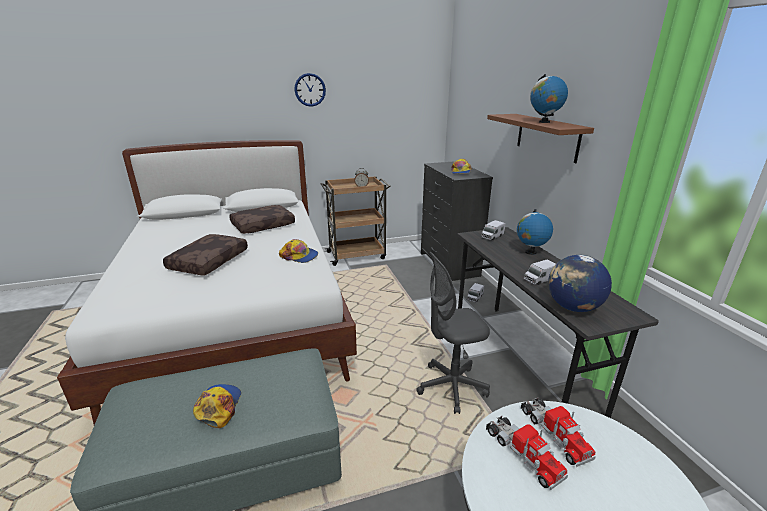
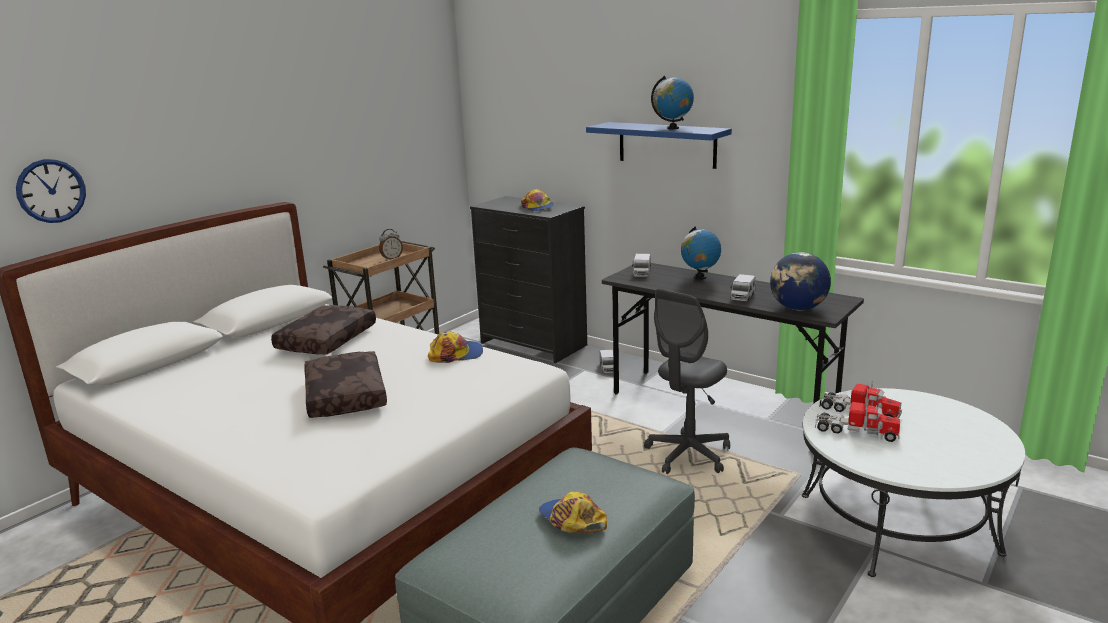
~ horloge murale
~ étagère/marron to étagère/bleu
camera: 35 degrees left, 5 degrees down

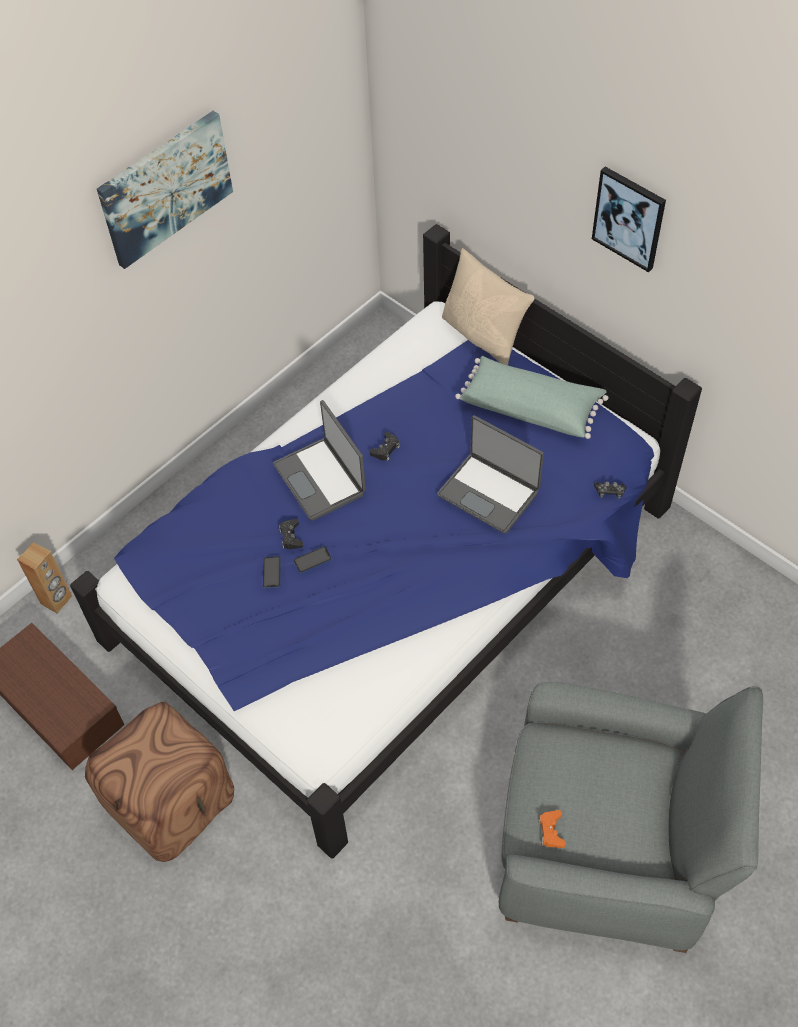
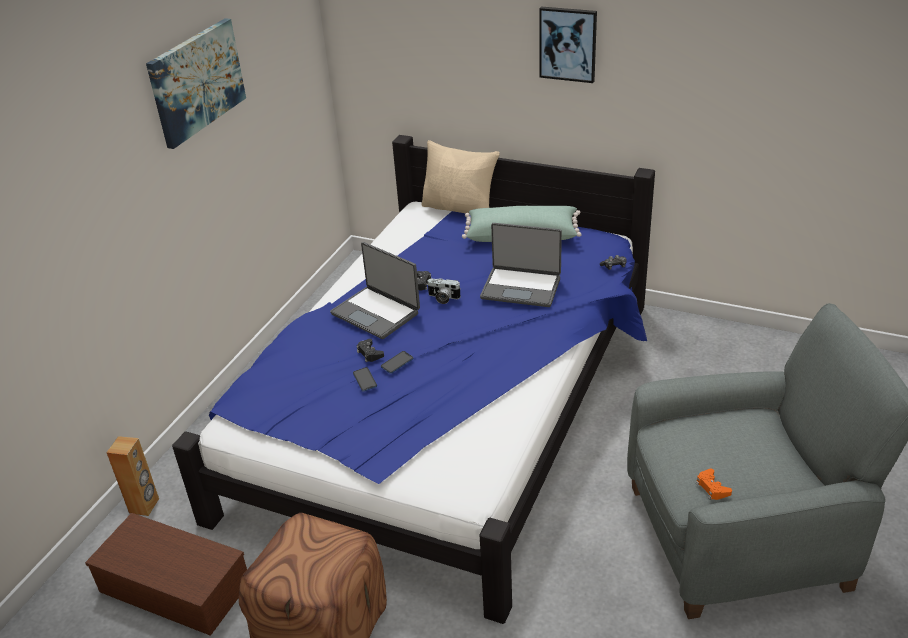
+ appareil photo
camera: 20 degrees left, 20 degrees down

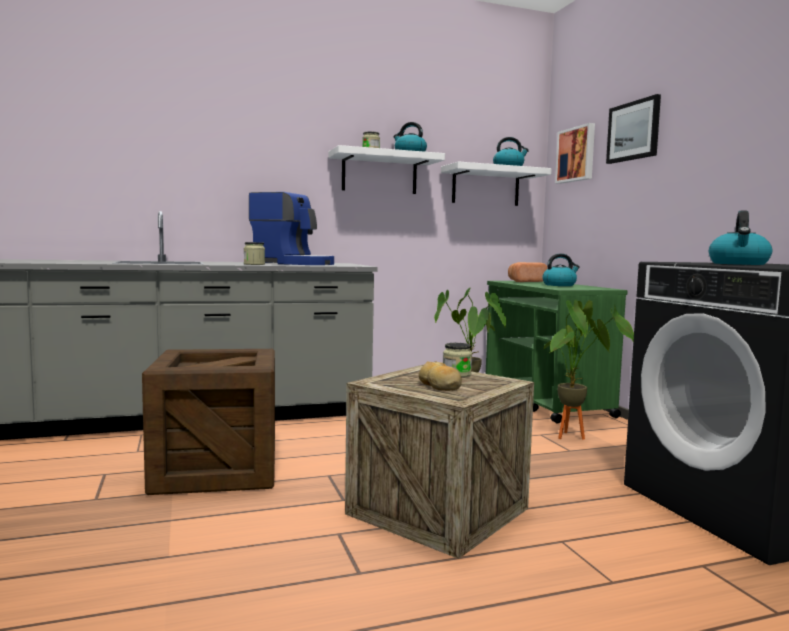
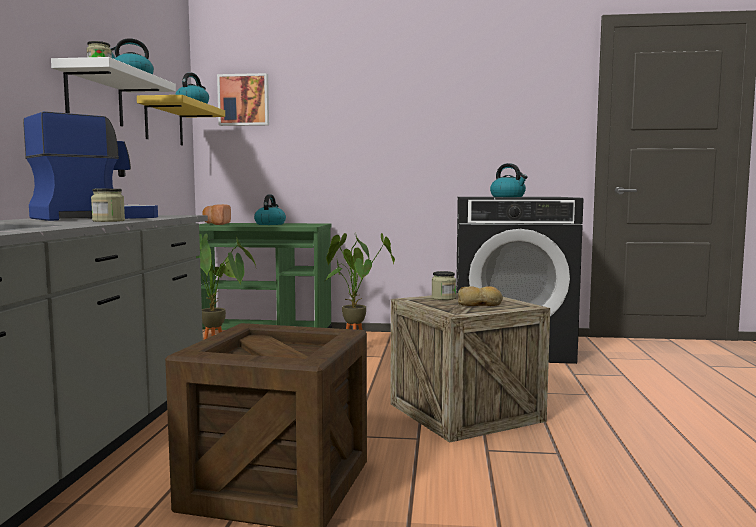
- tableau (no. 2 from left)
~ étagère/blanc (no. 2 from left) to étagère/jaune
camera: 65 degrees left, 0 degrees up

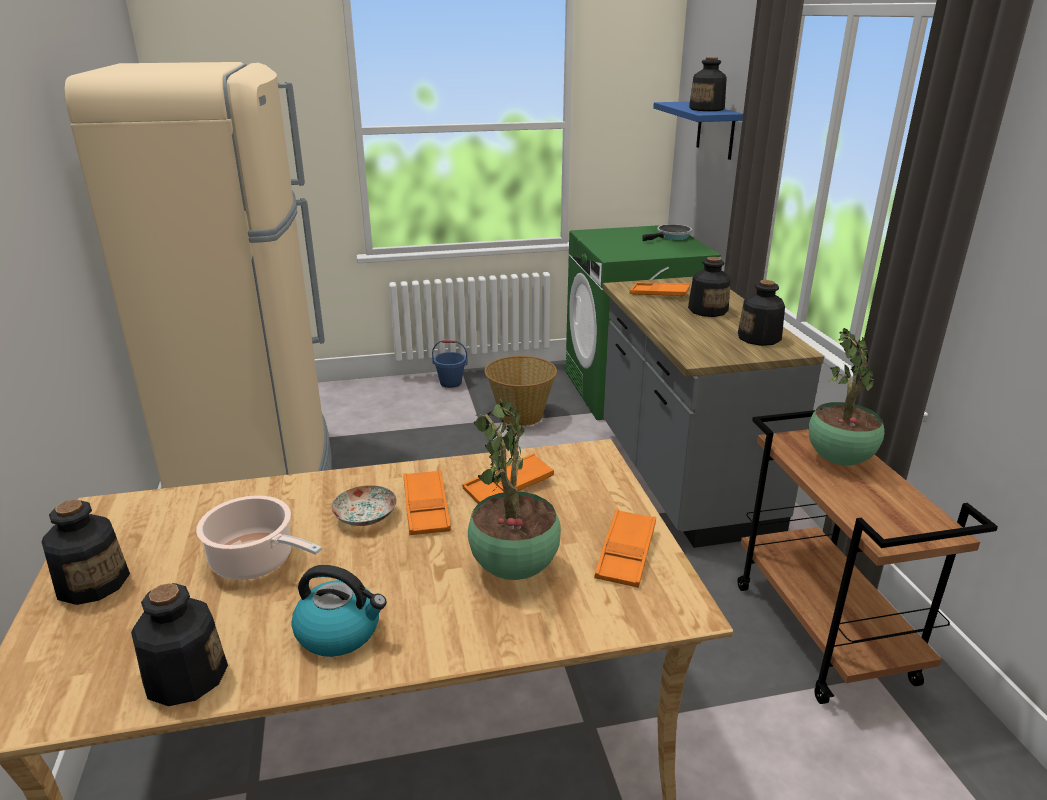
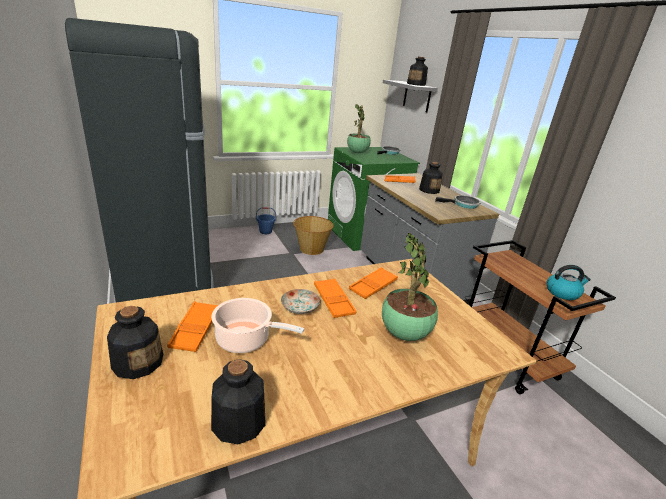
~ réfrigérateur/beige to réfrigérateur/noir
~ étagère/bleu to étagère/gris
~ bouteille (no. 5 from left) to poêle (no. 2 from left)
~ plante en pot (no. 2 from left in the first image) to plante en pot (no. 1 from left)
~ plateau/orange (no. 3 from left in the first image) to plateau/orange (no. 1 from left)
~ bouilloire
camera: 15 degrees left, 0 degrees up

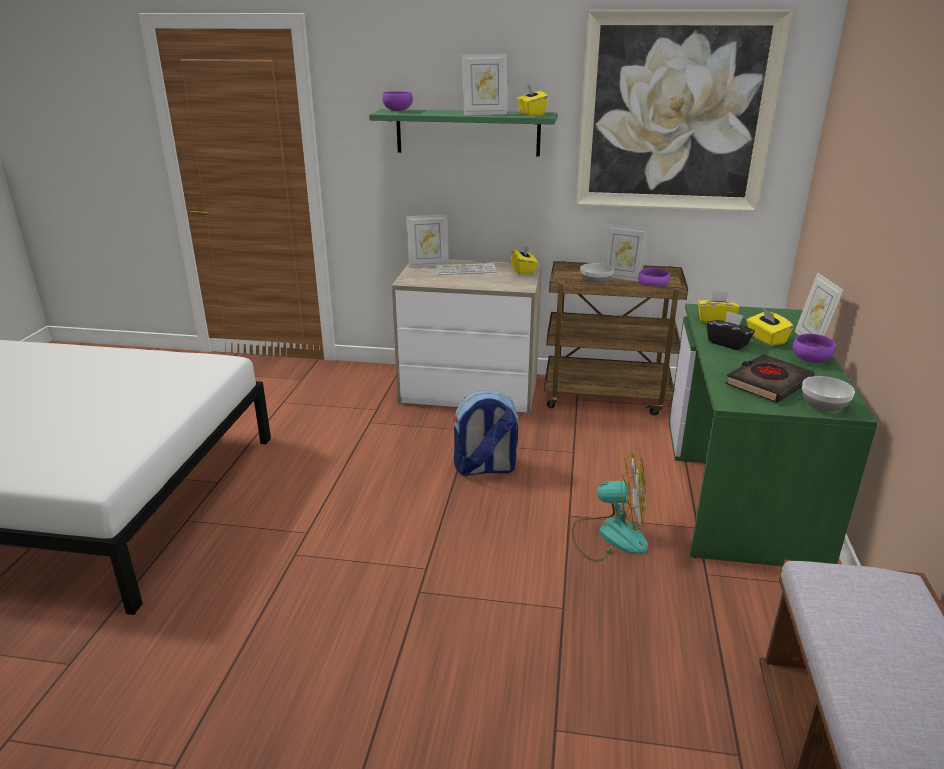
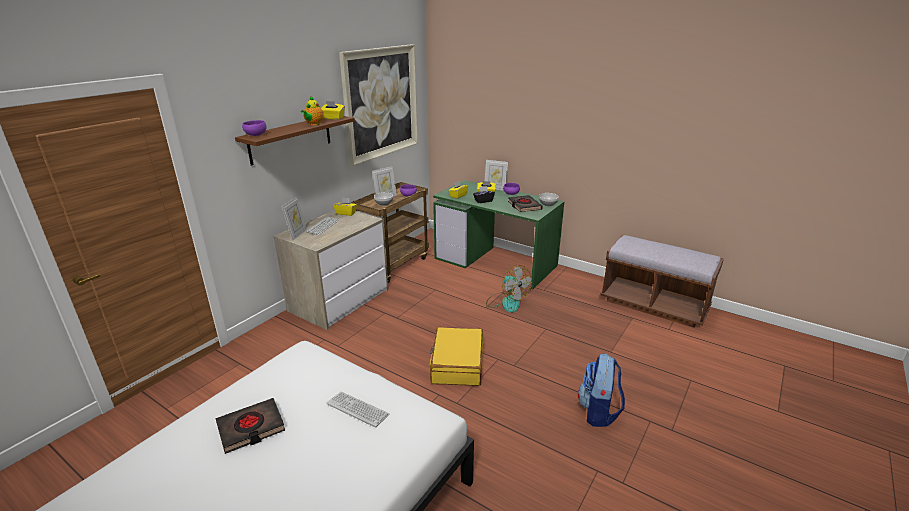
~ cadre photo (no. 2 from left) to théière
~ étagère/vert to étagère/marron
~ sac à dos
~ ventilateur 105 degrees clockwise
+ valise/jaune
+ clavier (no. 2 from left)
+ livre/noir (no. 1 from left)
camera: 65 degrees left, 0 degrees up

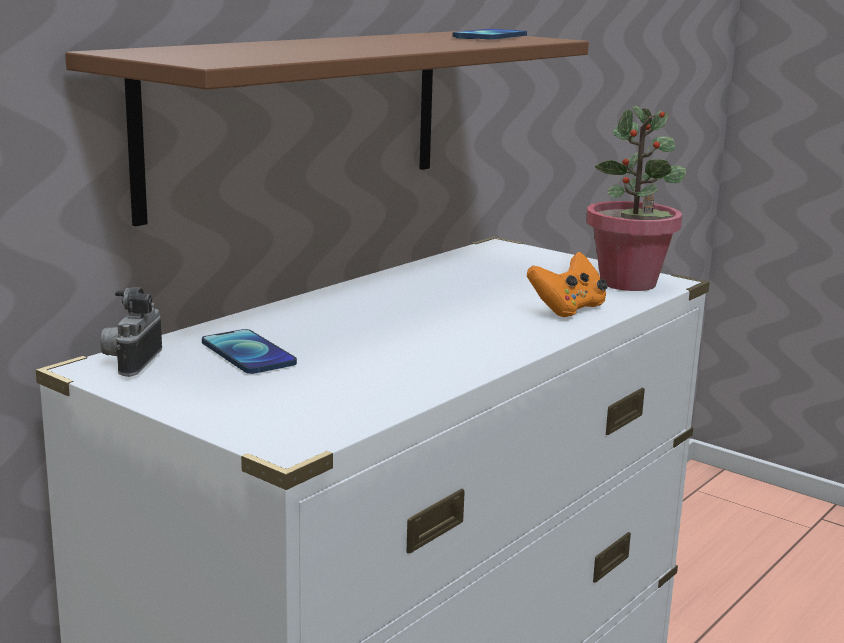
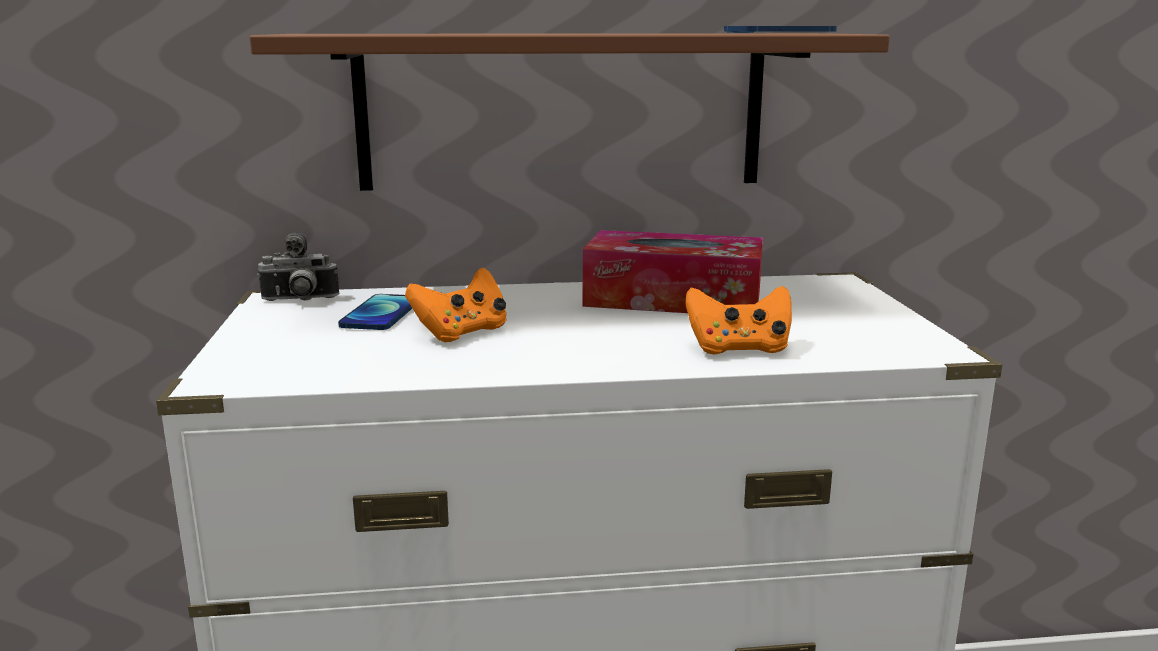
- plante en pot
~ appareil photo 150 degrees counterclockwise
+ boîte à mouchoirs
+ manette/orange (no. 1 from left)
camera: 45 degrees right, 0 degrees up

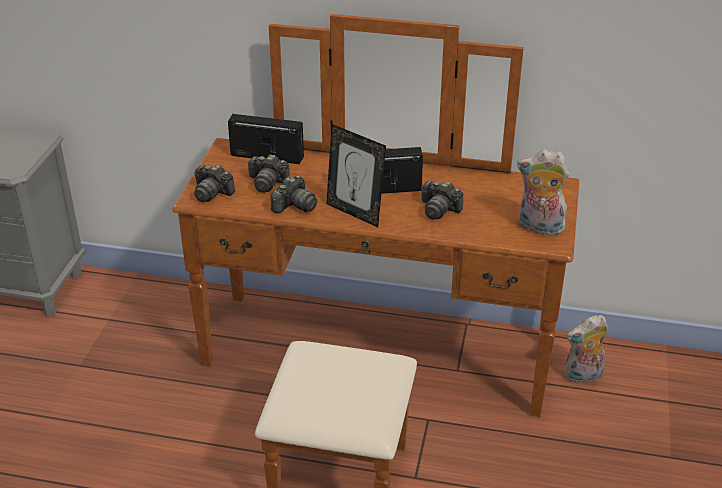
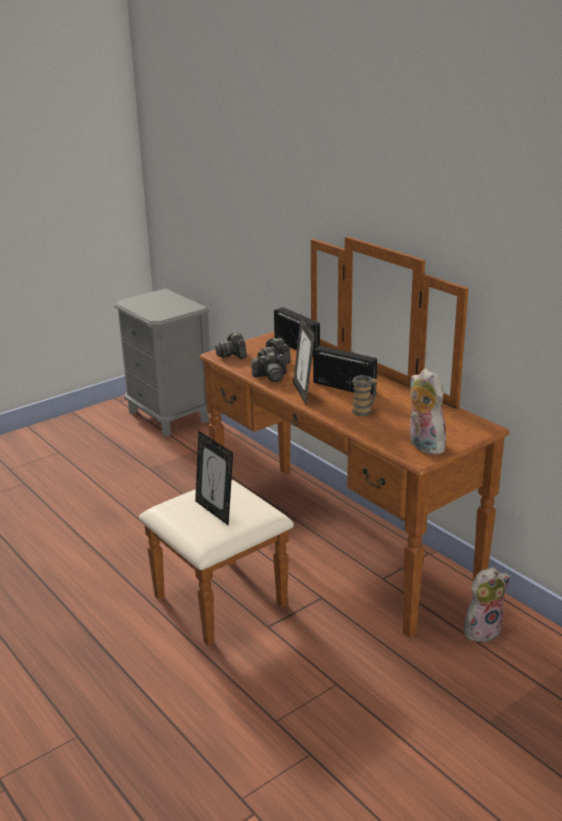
~ appareil photo (no. 4 from left) to mug
~ peluche (no. 2 from left) 135 degrees clockwise
+ cadre photo (no. 1 from left)
camera: 40 degrees right, 10 degrees down

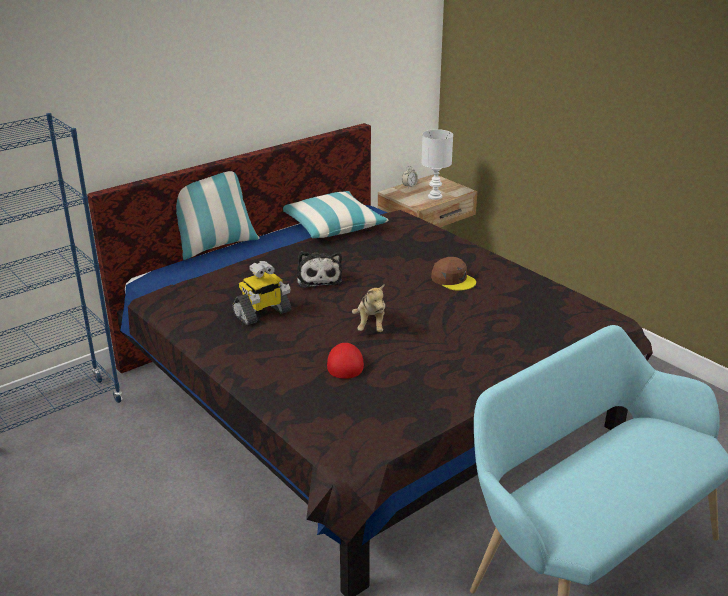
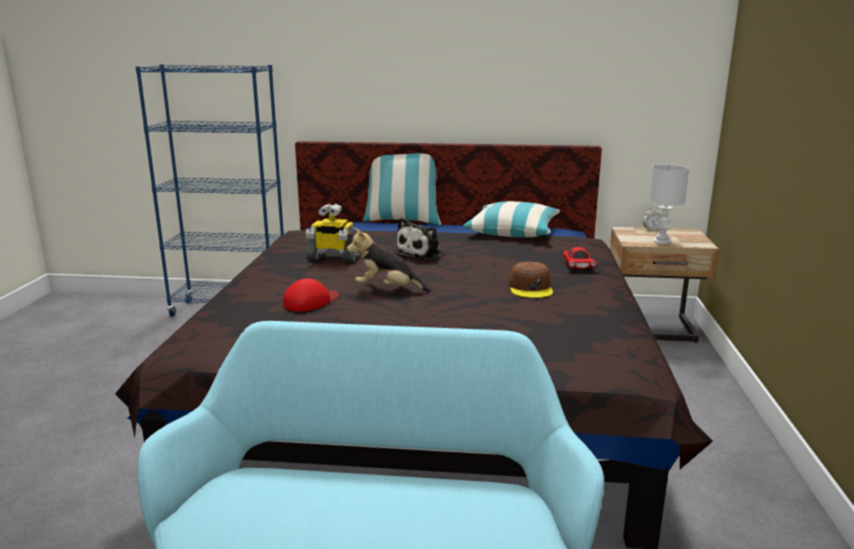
~ peluche (no. 2 from left in the first image) 60 degrees clockwise
+ petite voiture/rouge
camera: 45 degrees right, 10 degrees down

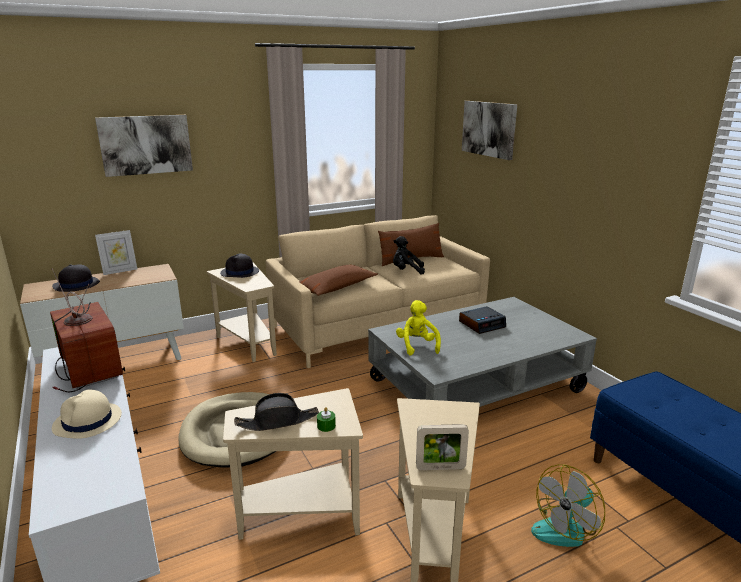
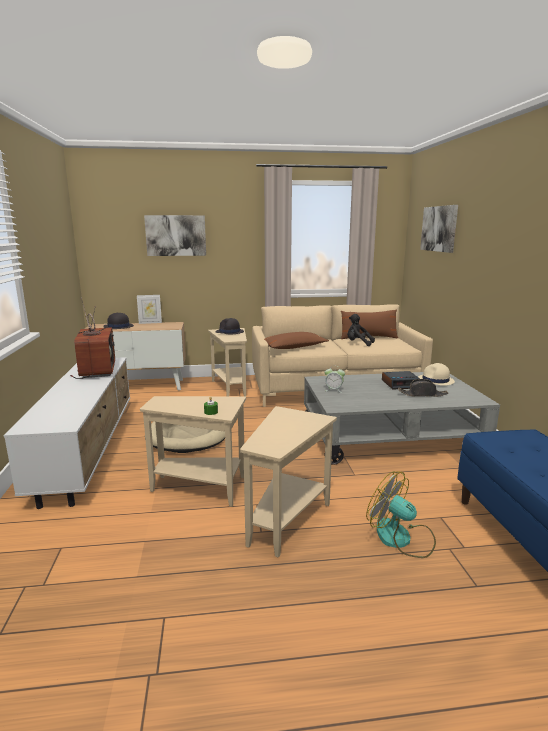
~ peluche/jaune to réveil (no. 1 from left)
~ chapeau/beige
~ chapeau/noir (no. 3 from left)
- cadre photo (no. 2 from left)
~ ventilateur 60 degrees clockwise
camera: 20 degrees right, 5 degrees down

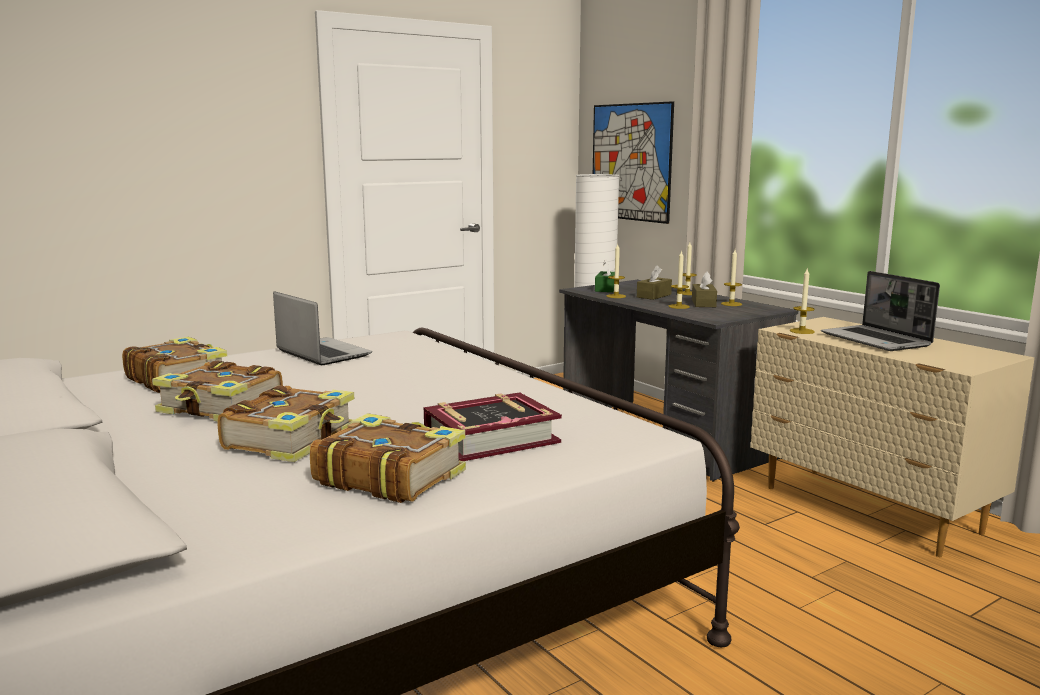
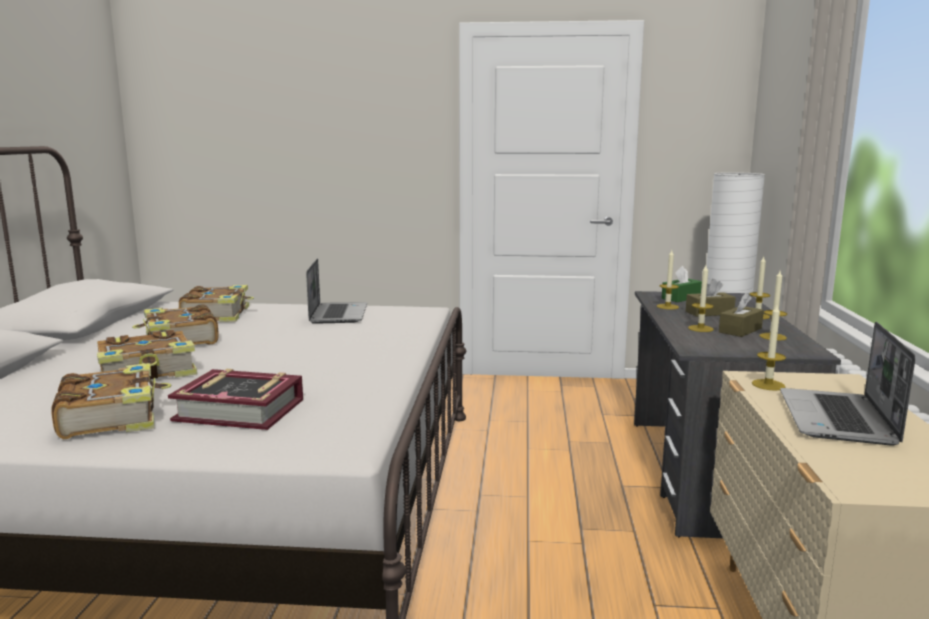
- tableau
camera: 40 degrees right, 0 degrees up

